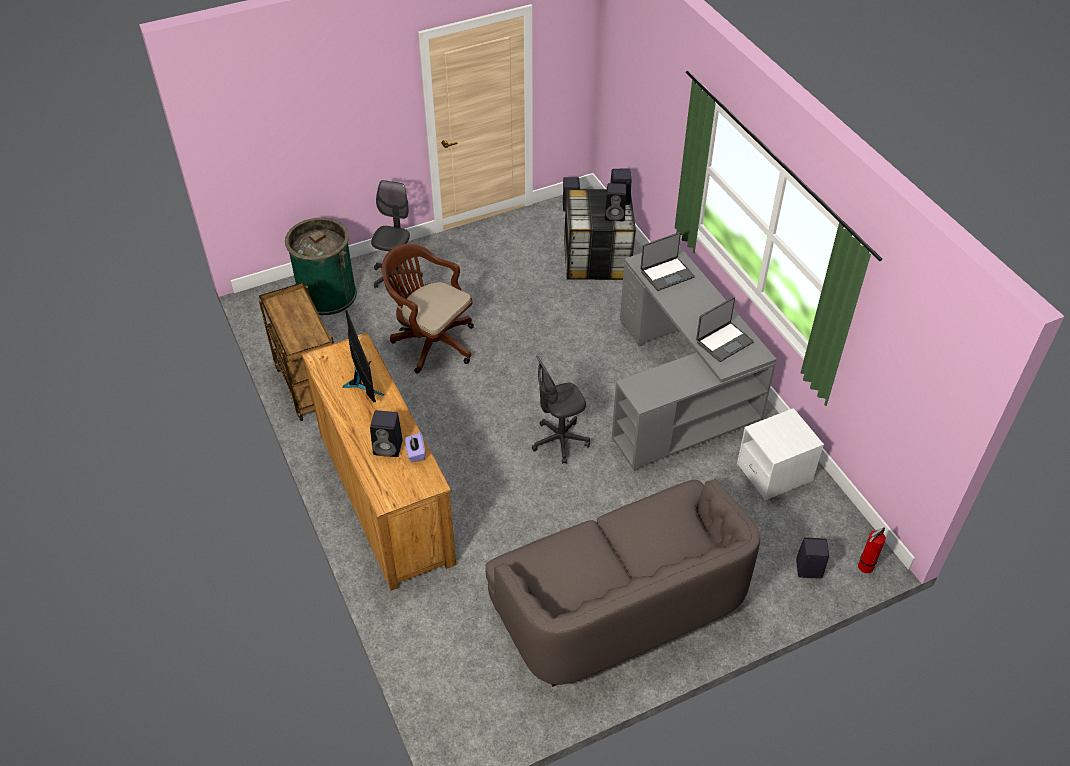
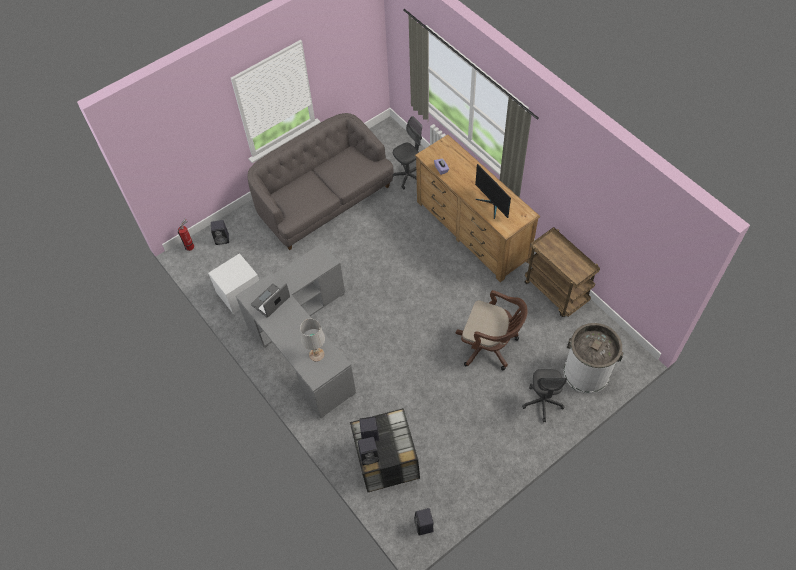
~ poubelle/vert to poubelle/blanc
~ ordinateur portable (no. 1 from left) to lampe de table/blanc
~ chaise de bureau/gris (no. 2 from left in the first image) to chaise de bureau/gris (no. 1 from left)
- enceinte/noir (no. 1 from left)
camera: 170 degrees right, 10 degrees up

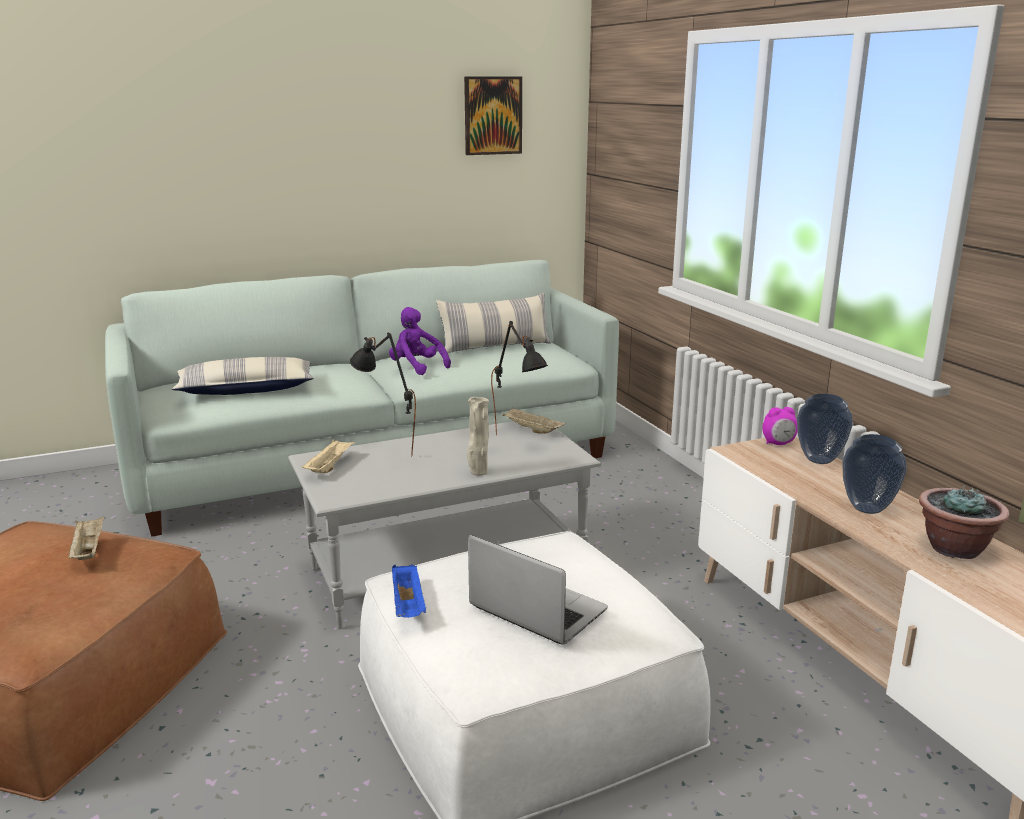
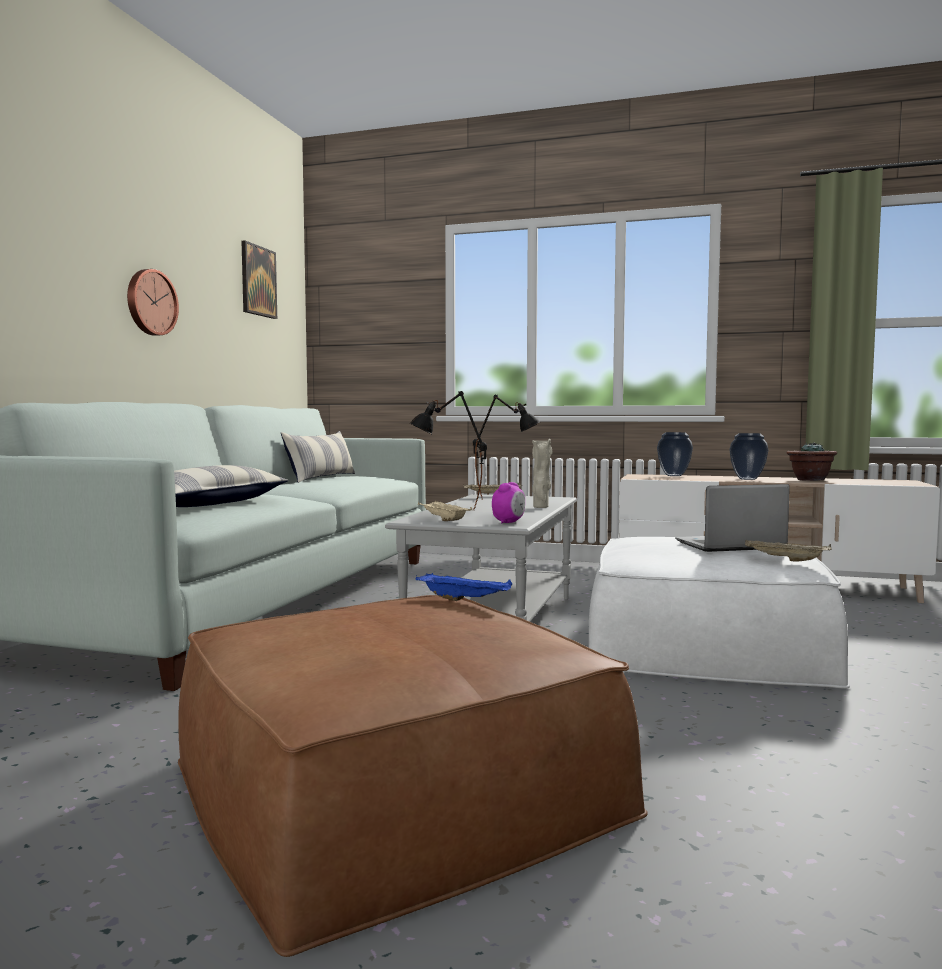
- peluche/violet
~ réveil
~ plateau/beige (no. 1 from left in the first image) to plateau/beige (no. 3 from left)
~ plateau/bleu
+ horloge murale
camera: 50 degrees left, 15 degrees down

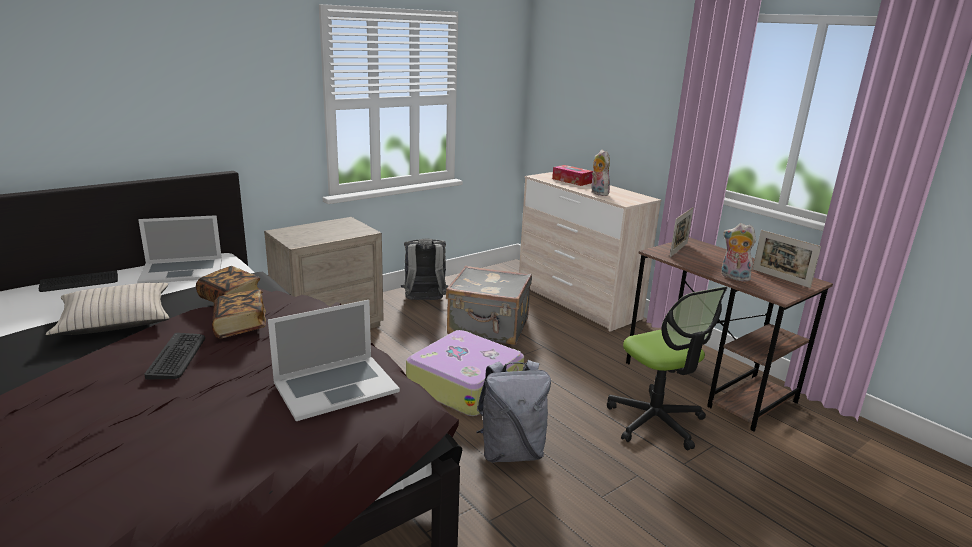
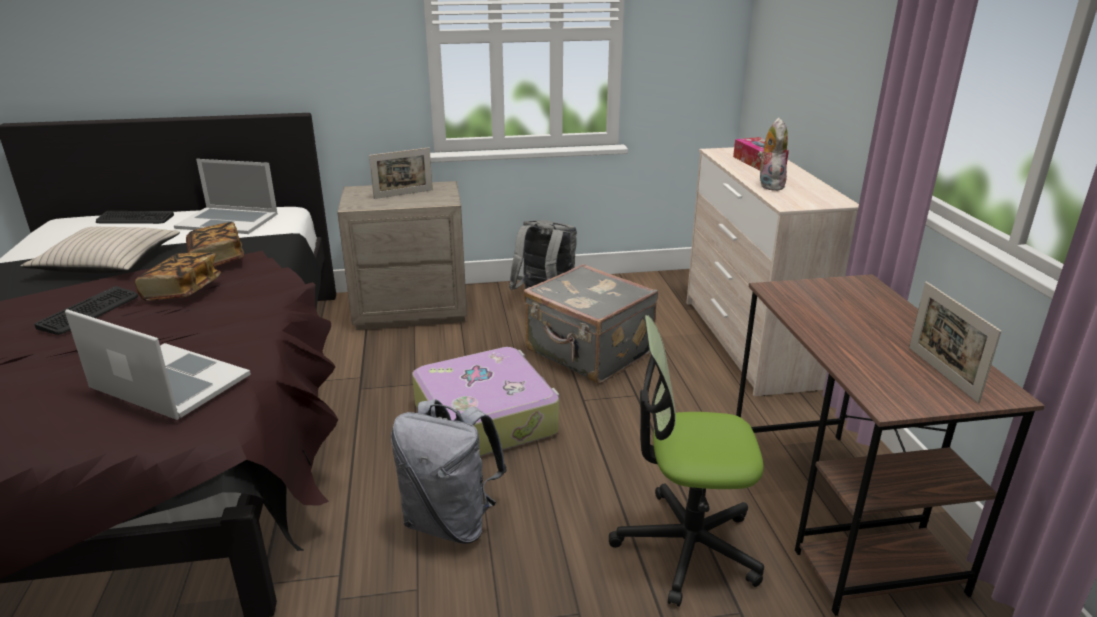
~ cadre photo (no. 1 from left)
- peluche (no. 2 from left)
~ chaise de bureau 90 degrees clockwise
~ ordinateur portable (no. 2 from left in the first image) 150 degrees counterclockwise
camera: 30 degrees right, 5 degrees up

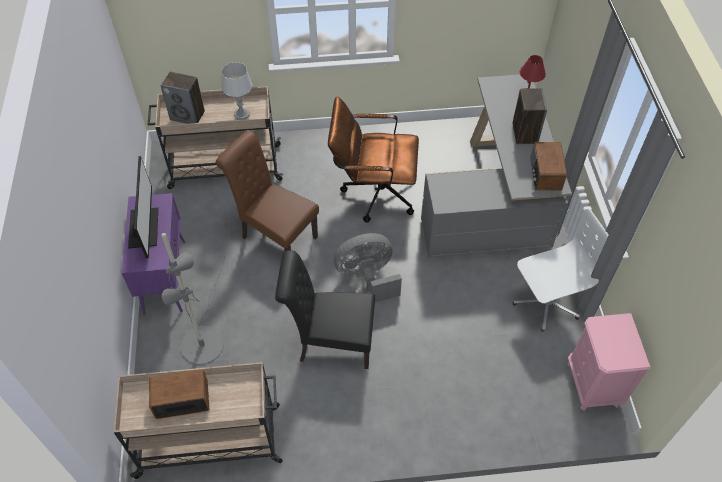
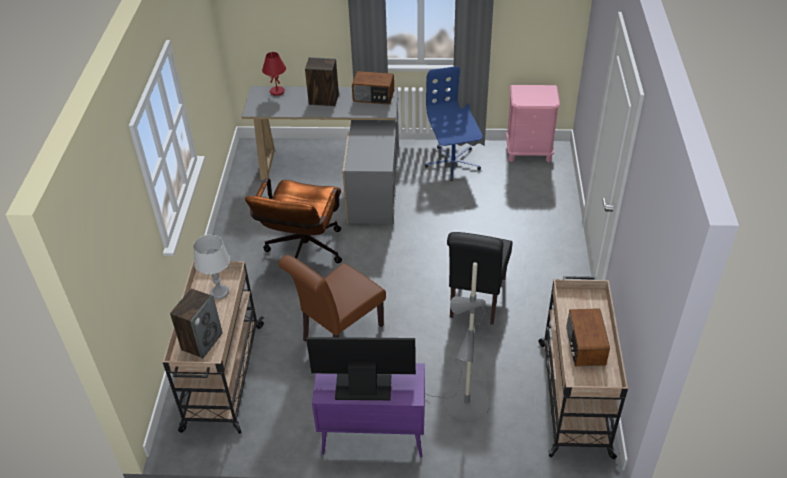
~ chaise de bureau/blanc to chaise de bureau/bleu
- ventilateur/gris
camera: 80 degrees left, 10 degrees down

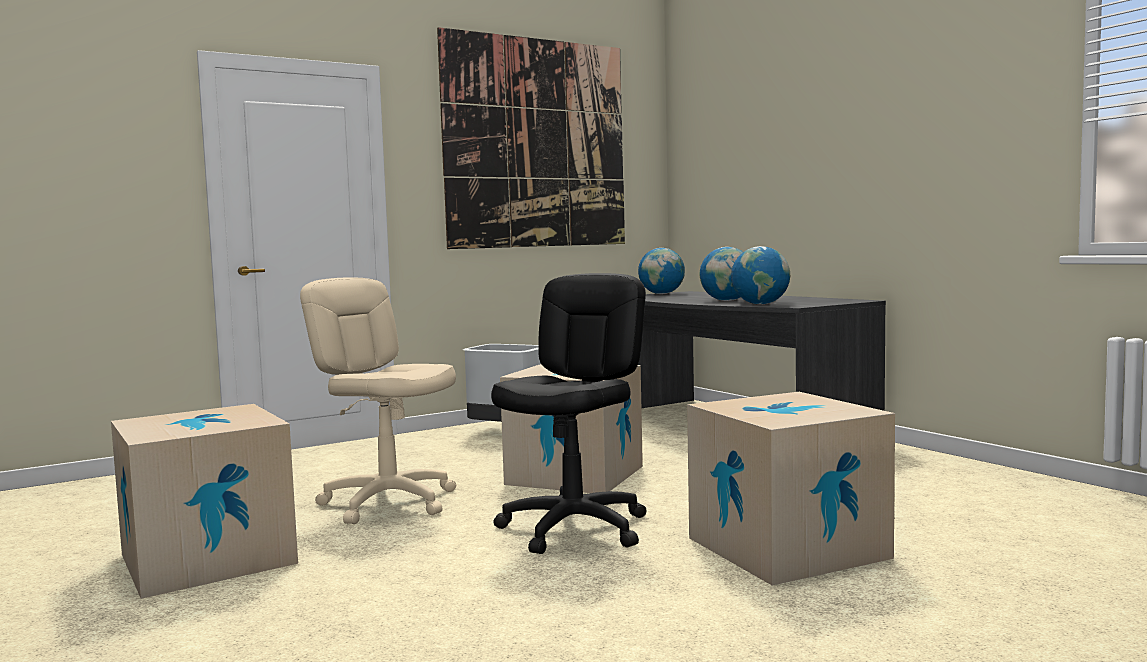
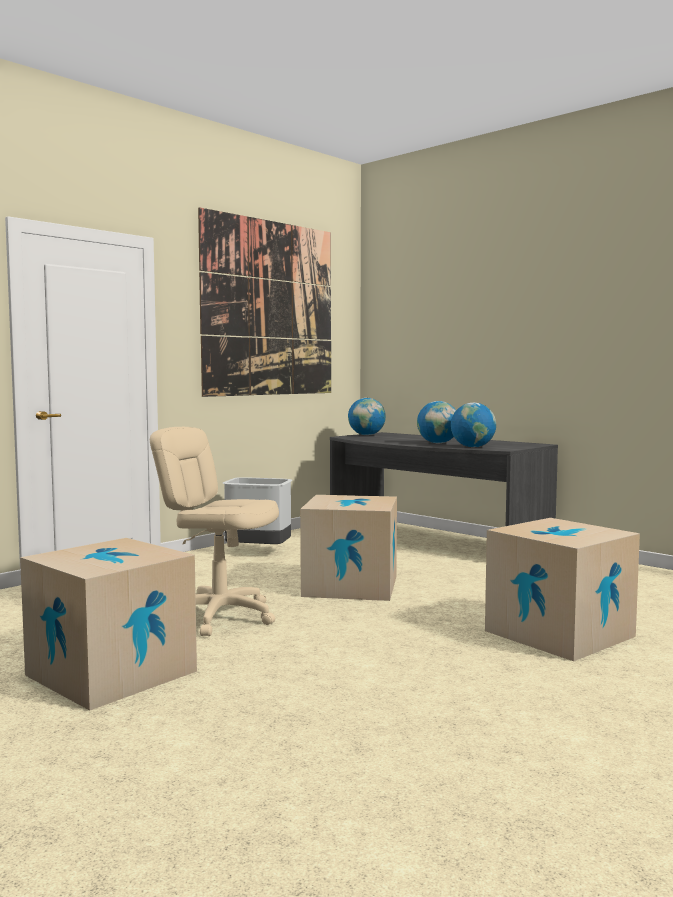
- chaise de bureau/noir
camera: 15 degrees left, 0 degrees up

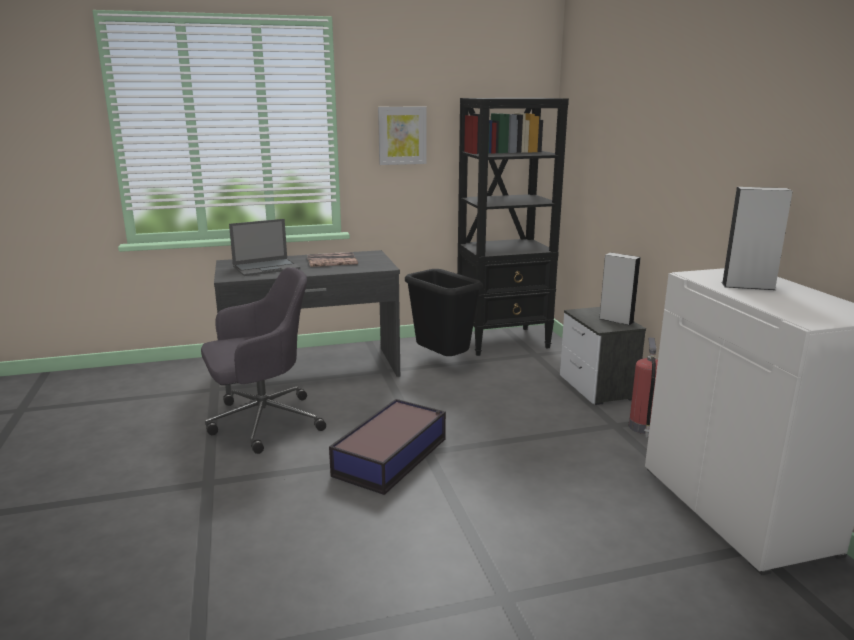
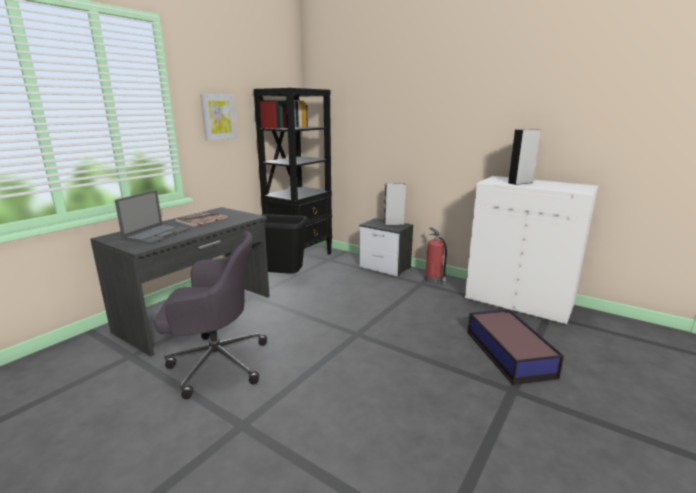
~ chaise de bureau/gris 60 degrees clockwise
~ boîte de rangement
camera: 40 degrees left, 0 degrees up

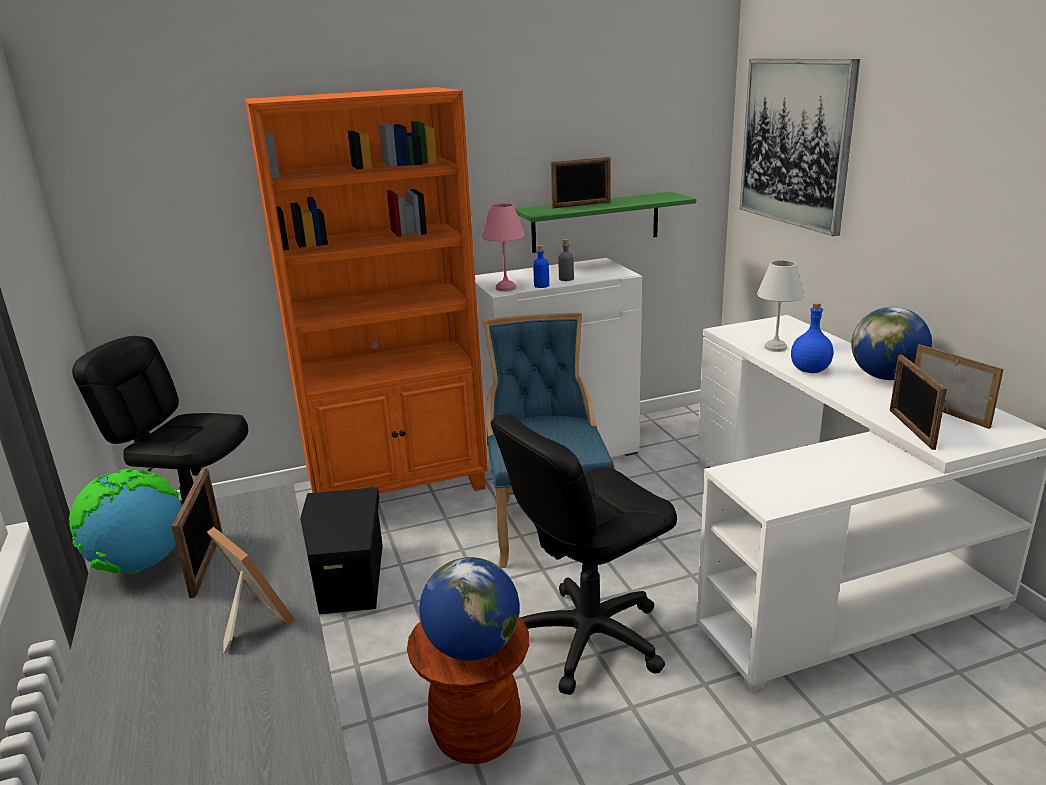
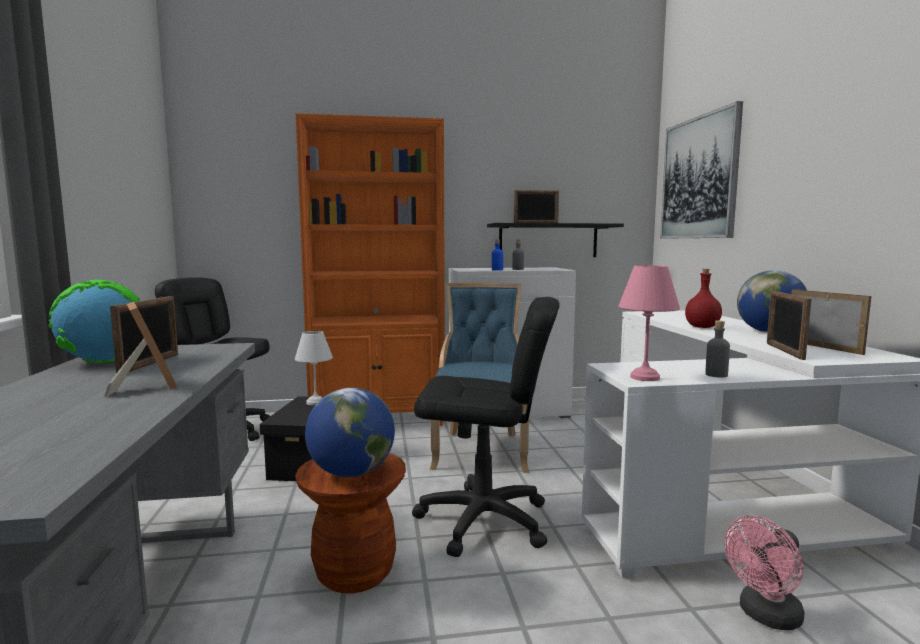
~ étagère/vert to étagère/noir
~ lampe de table/rose
~ lampe de table/blanc
~ bouteille/bleu (no. 2 from left) to bouteille/rouge
~ chaise de bureau/noir (no. 2 from left) 150 degrees counterclockwise
+ bouteille/gris (no. 2 from left)
+ ventilateur/rose
camera: 10 degrees right, 15 degrees down

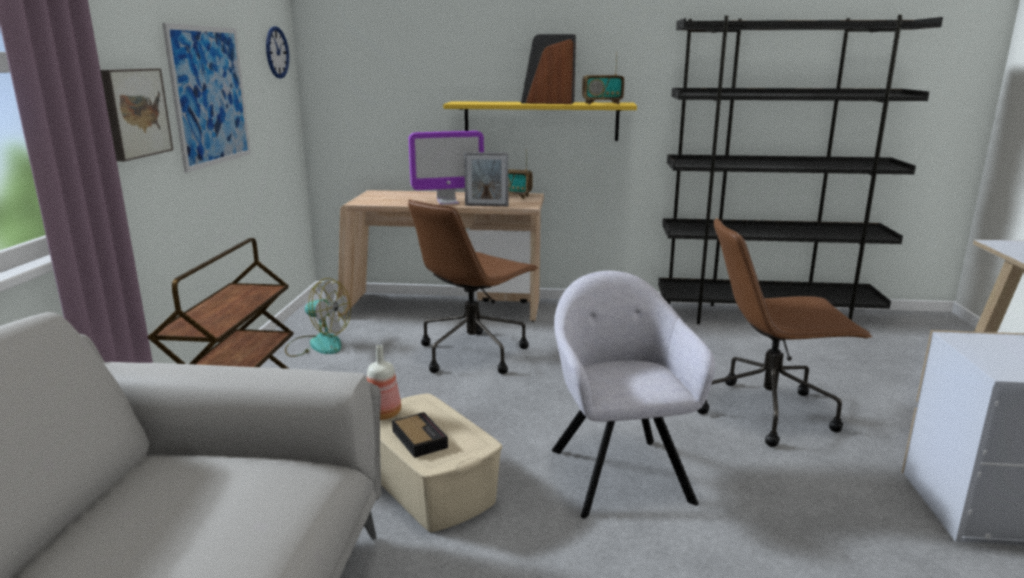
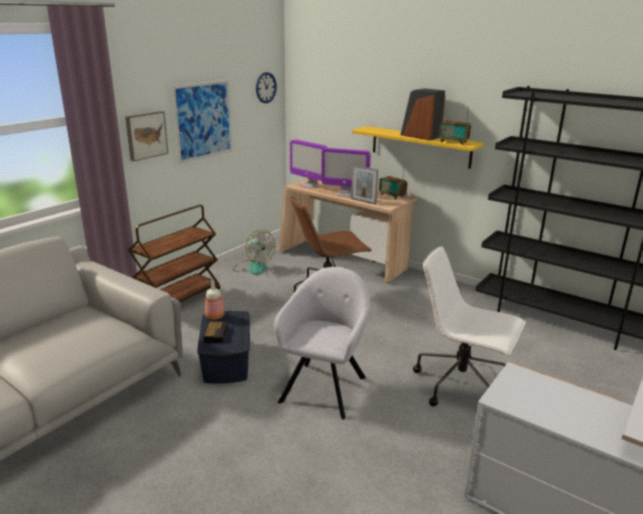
~ chaise de bureau/marron (no. 2 from left) to chaise de bureau/blanc
~ boîte de rangement/beige to boîte de rangement/bleu
+ écran d'ordinateur (no. 1 from left)
camera: 30 degrees right, 5 degrees up

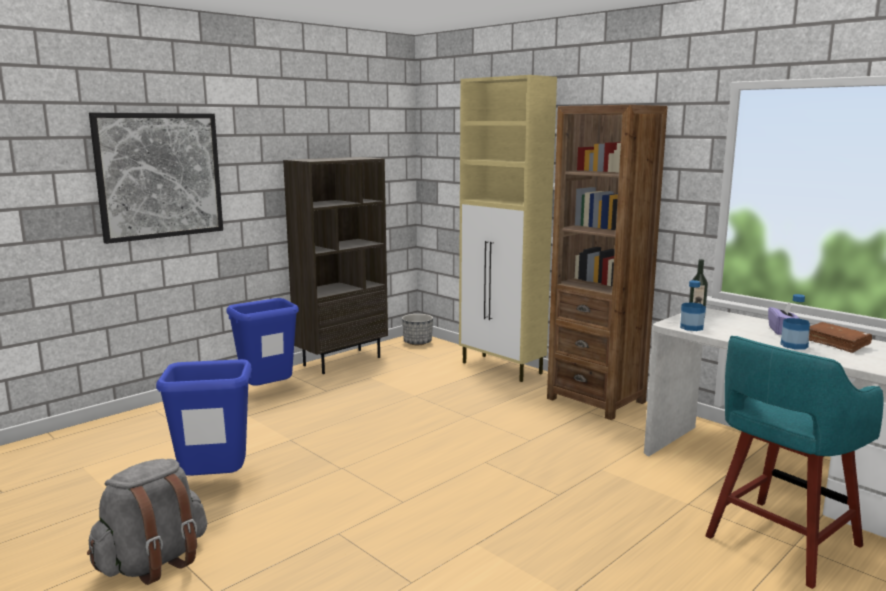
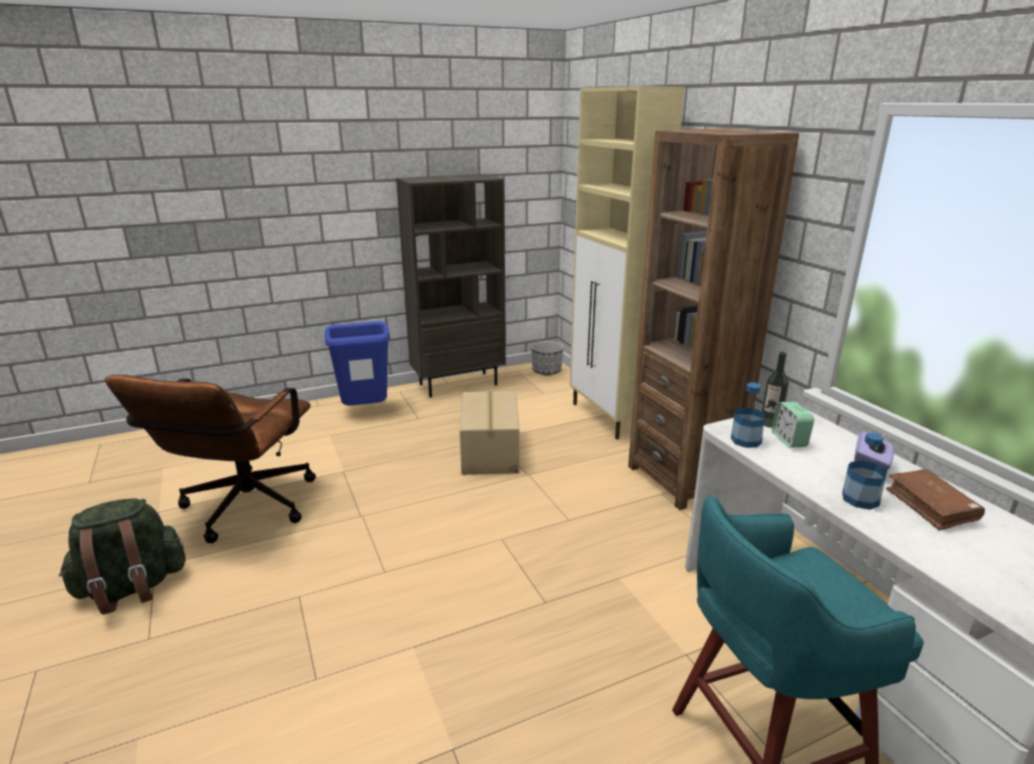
- tableau
~ poubelle/bleu (no. 1 from left) to chaise de bureau/marron
~ sac à dos/gris to sac à dos/vert
+ carton
+ réveil
camera: 20 degrees right, 10 degrees up

